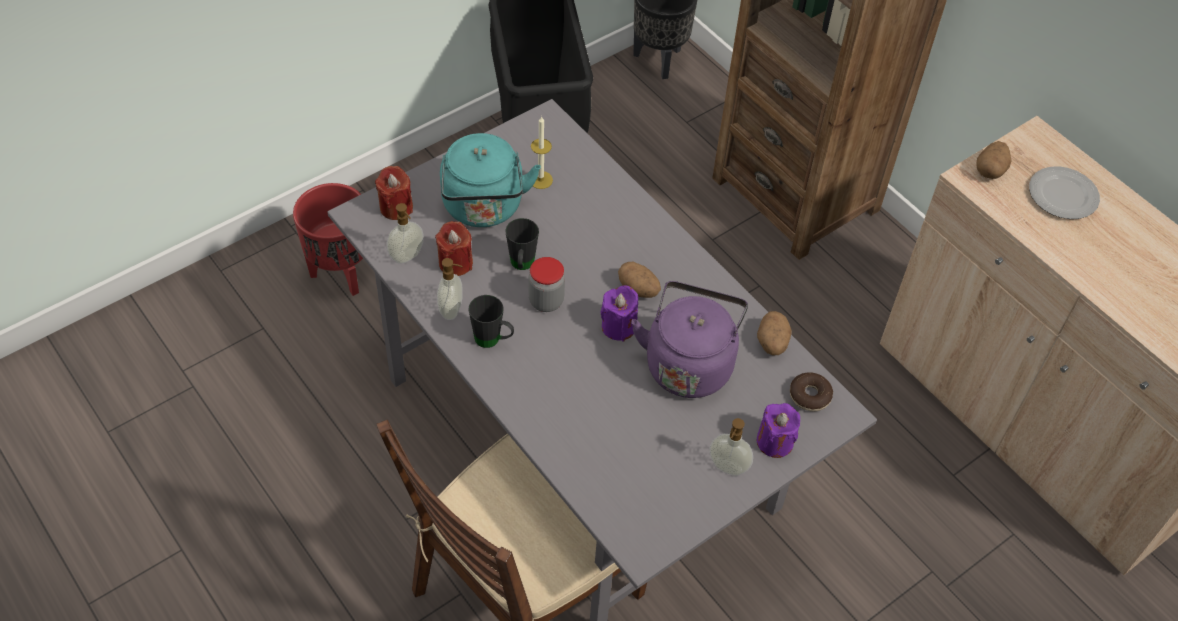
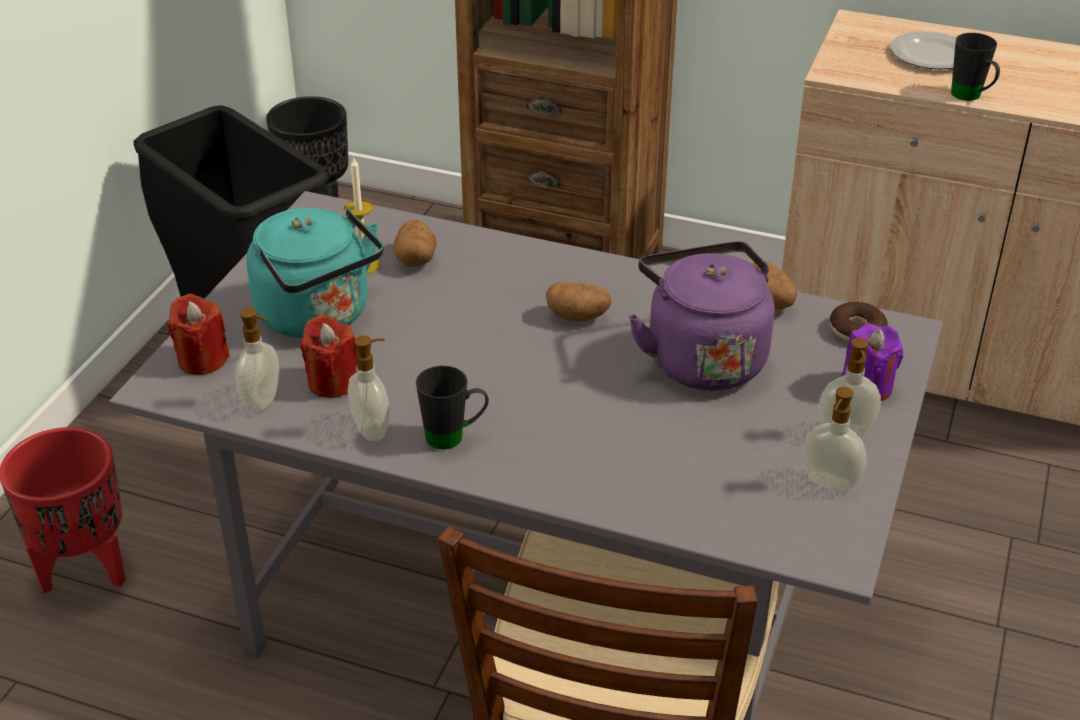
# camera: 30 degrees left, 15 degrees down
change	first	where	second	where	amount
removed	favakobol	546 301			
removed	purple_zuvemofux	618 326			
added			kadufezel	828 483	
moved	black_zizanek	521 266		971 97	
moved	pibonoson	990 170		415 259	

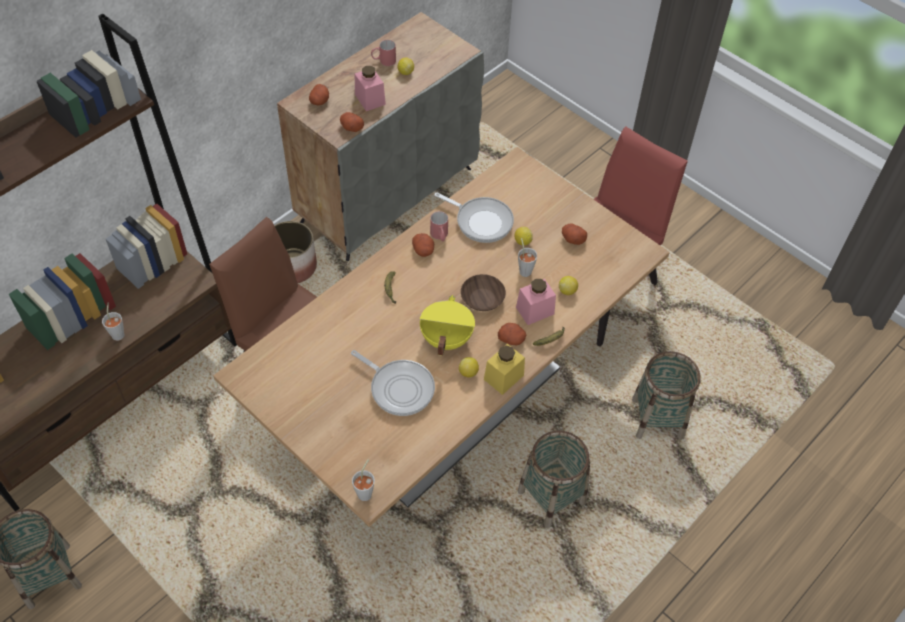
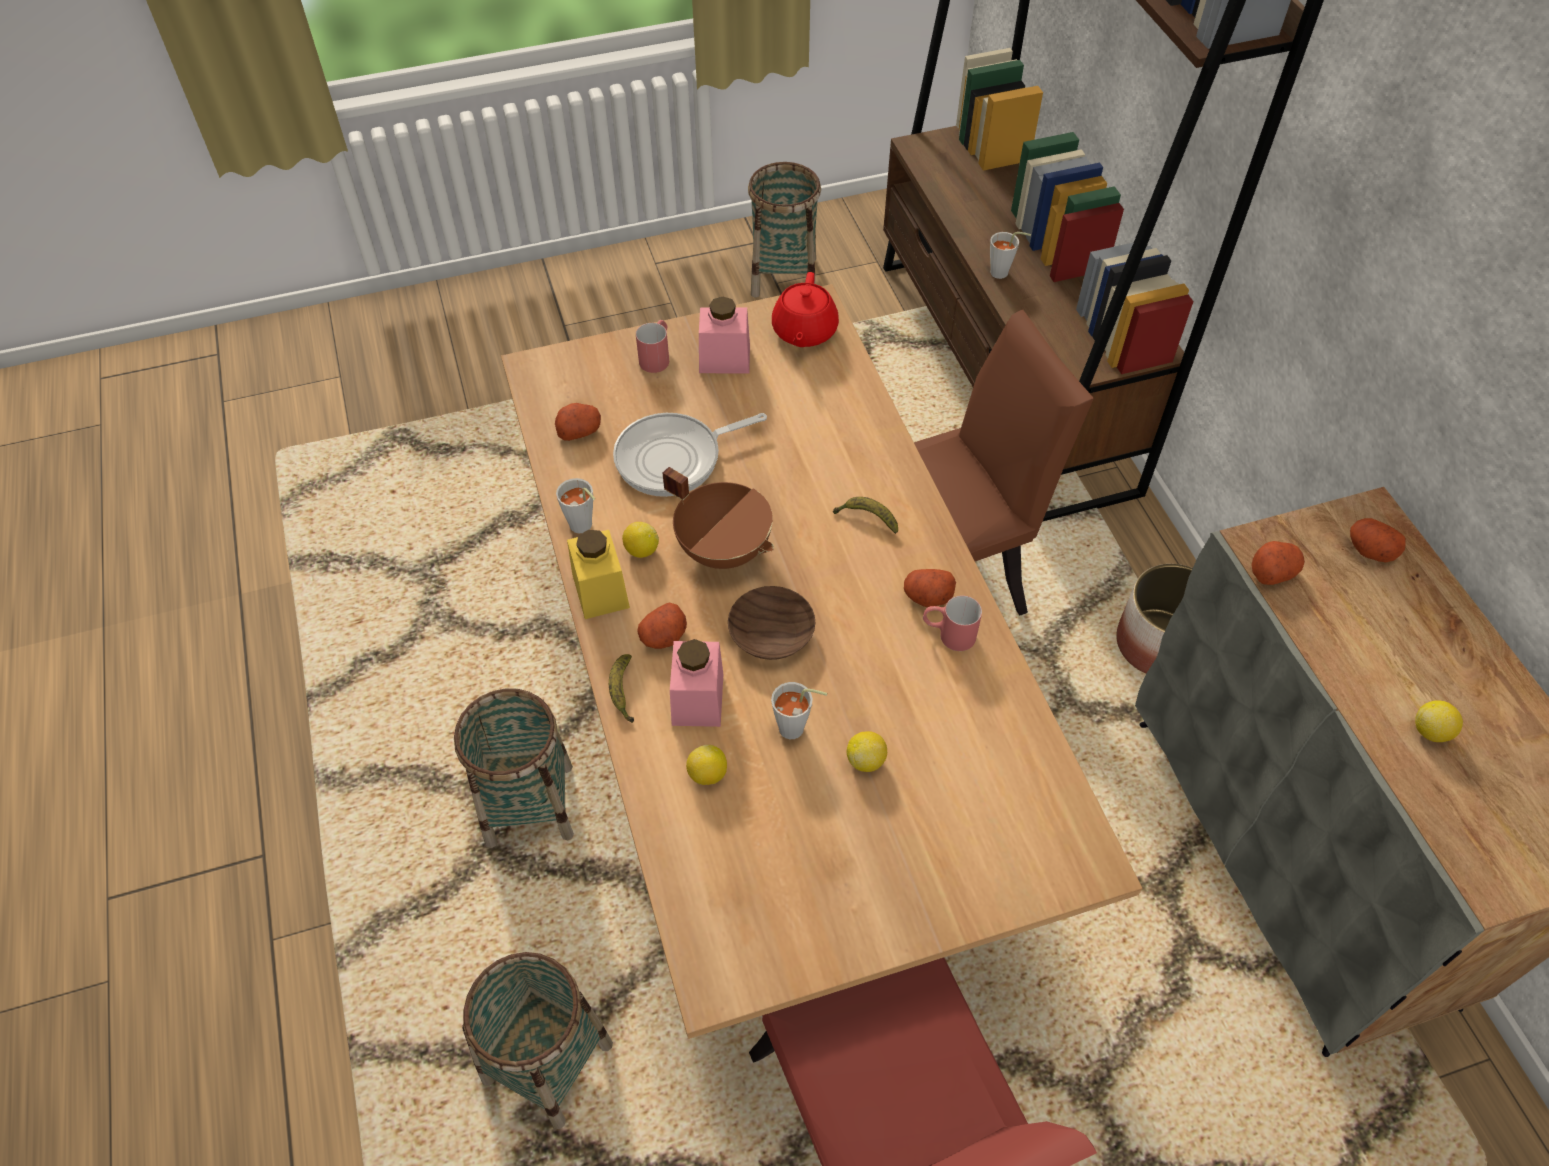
# camera: 120 degrees right, 0 degrees up
change	first	where	second	where	amount
removed	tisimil	481 221			
added			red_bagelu	804 332	
moved	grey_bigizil	366 492		583 528	
moved	pink_favakobol	370 99		724 359	
moved	red_zizanek	383 61		657 356	
moved	pibonoson	572 239		579 431	
recoloured	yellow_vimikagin	445 338	brown_vimikagin	724 548	

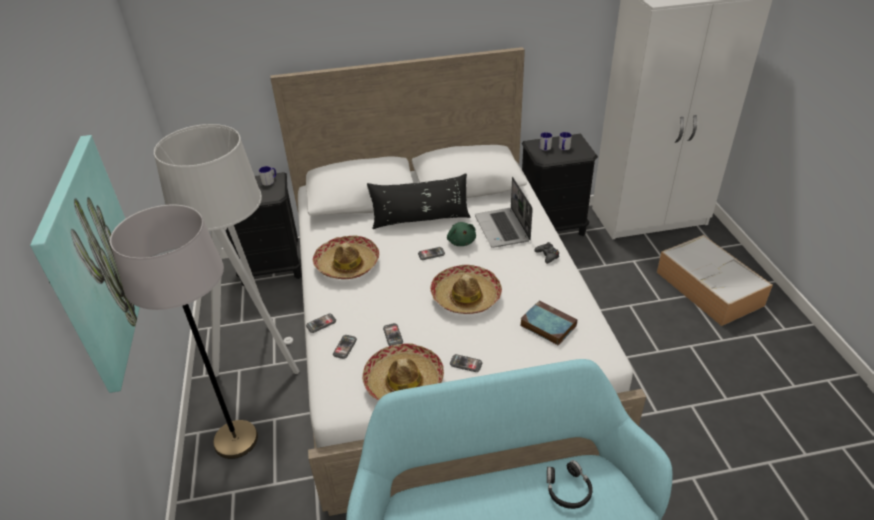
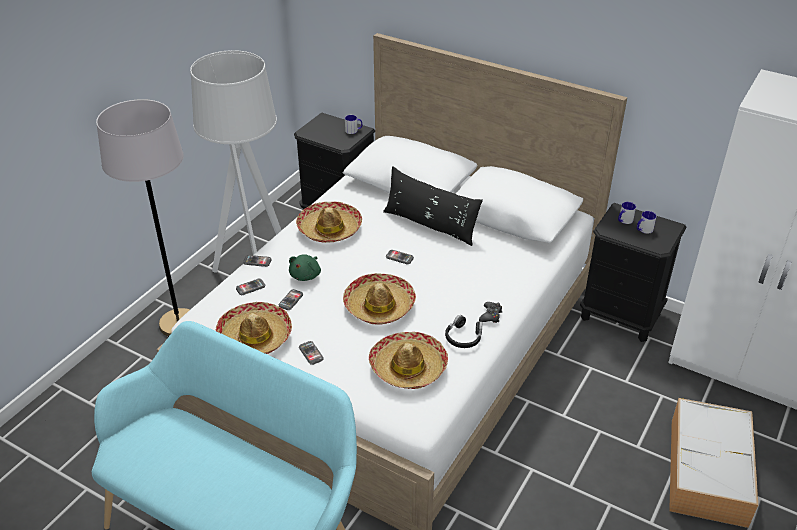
# camera: 40 degrees right, 0 degrees up
change	first	where	second	where	amount
removed	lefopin	92 262			
removed	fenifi	503 229			
moved	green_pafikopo	461 241		306 275	
moved	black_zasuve	568 489		463 337	
replaced	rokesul	546 325	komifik	408 367	

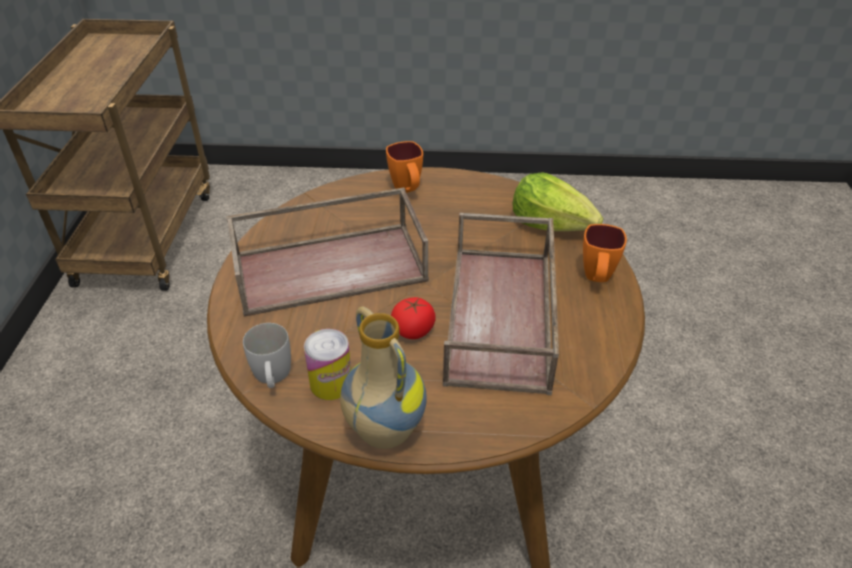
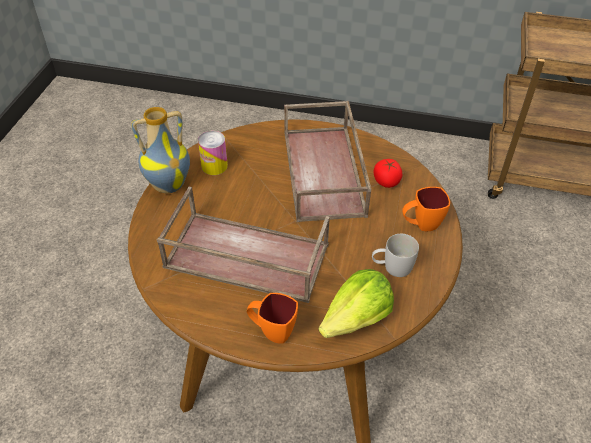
# camera: 100 degrees right, 5 degrees up
change	first	where	second	where	amount
moved	white_zizanek	272 377		392 267	
moved	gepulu	413 330		386 181	

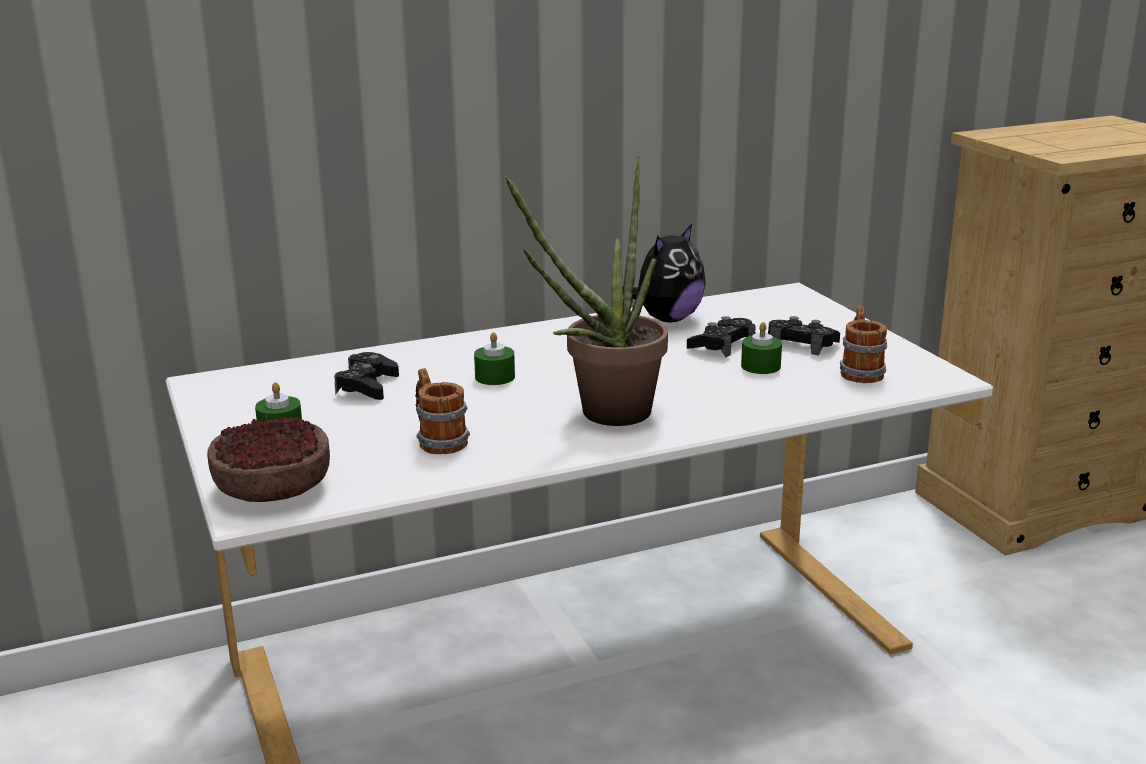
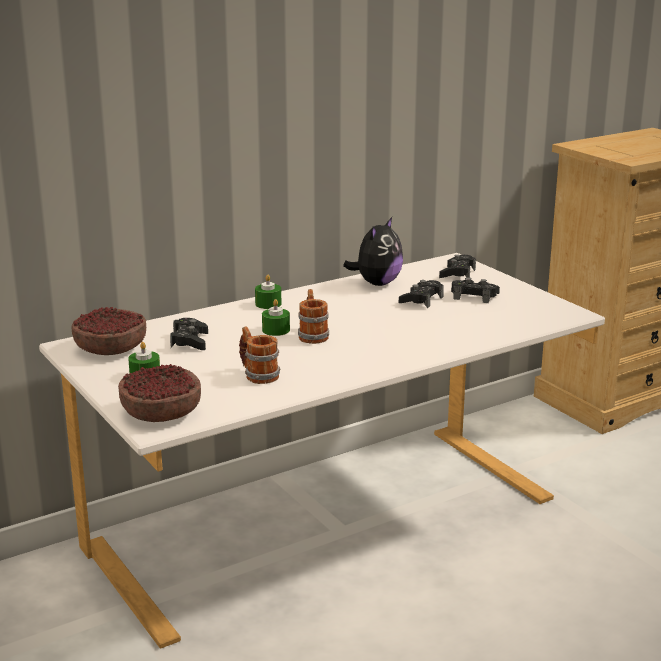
# camera: 10 degrees left, 0 degrees up
change	first	where	second	where	amount
removed	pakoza	603 415			
added			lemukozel	111 348	
added			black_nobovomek	457 273	
moved	green_zuvemofux	760 366		268 304	
moved	zizanek	860 371		312 335	

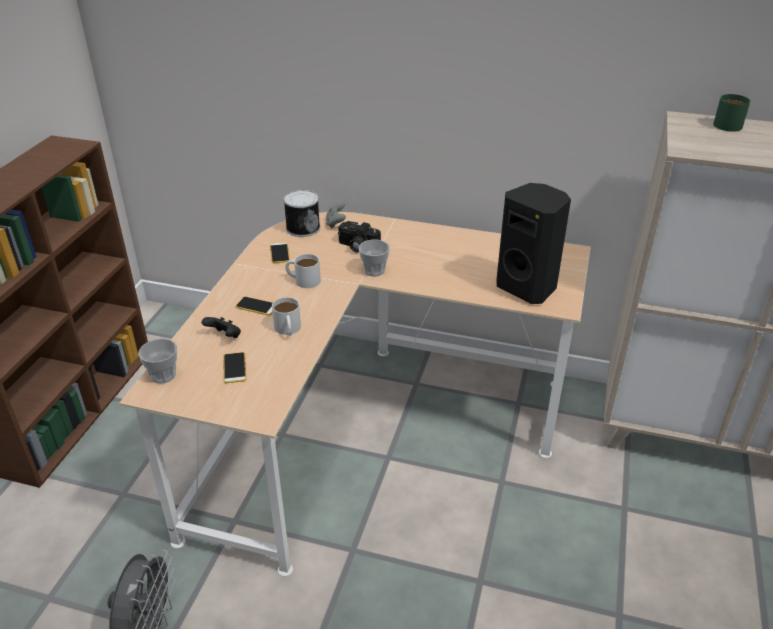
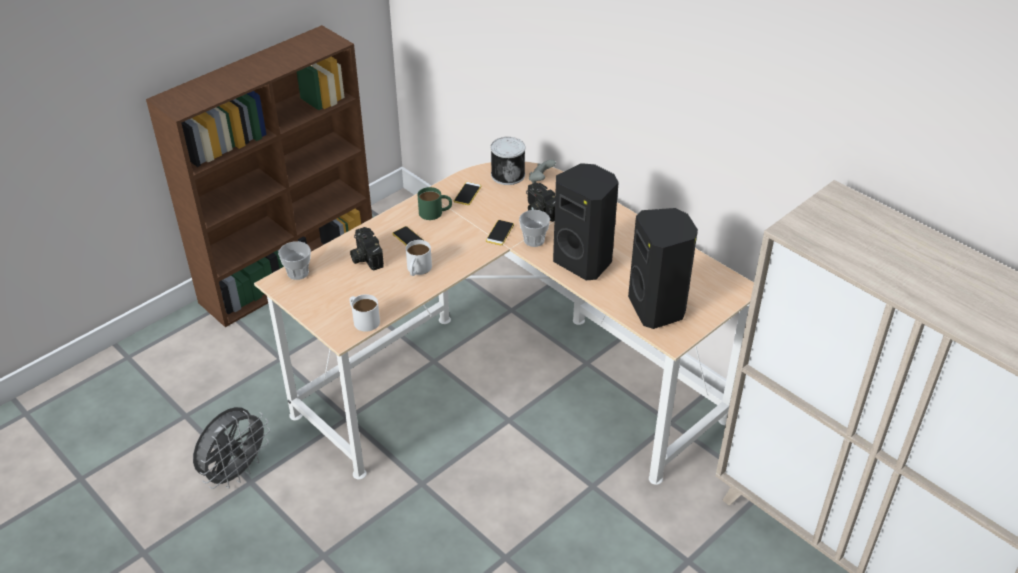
# camera: 30 degrees right, 5 degrees up
change	first	where	second	where	amount
added			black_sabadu	584 261	
moved	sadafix	234 368		500 233	
moved	white_zizanek	303 280		363 319	
moved	green_zizanek	731 124		435 212	
replaced	black_nobovomek	224 337	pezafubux	365 257	

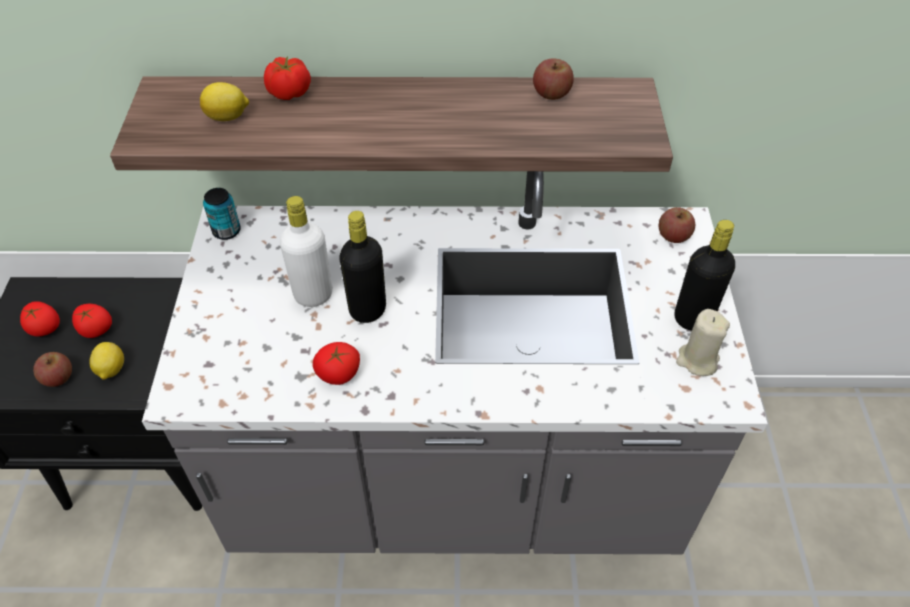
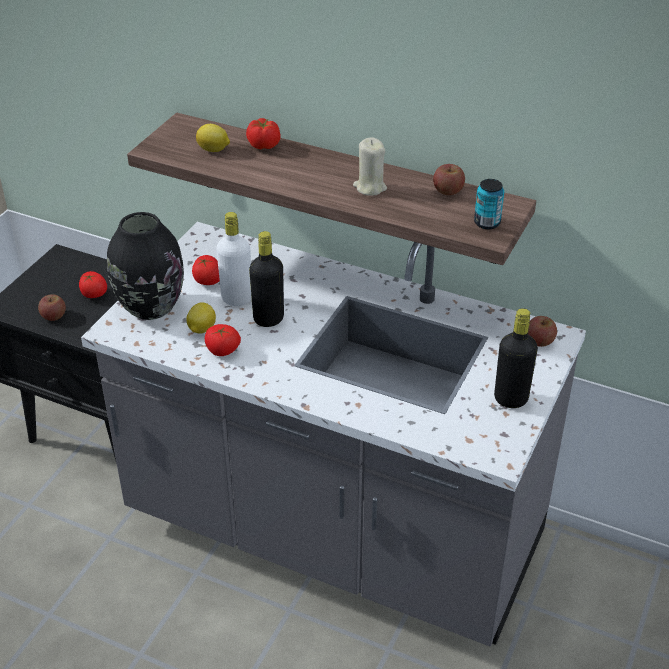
# camera: 25 degrees right, 10 degrees down
change	first	where	second	where	amount
added			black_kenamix	150 307	
moved	gepulu	45 328		208 281	
moved	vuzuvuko	111 370		201 329	
moved	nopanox	226 231		487 223	
moved	beige_zuvemofux	697 360		370 187	

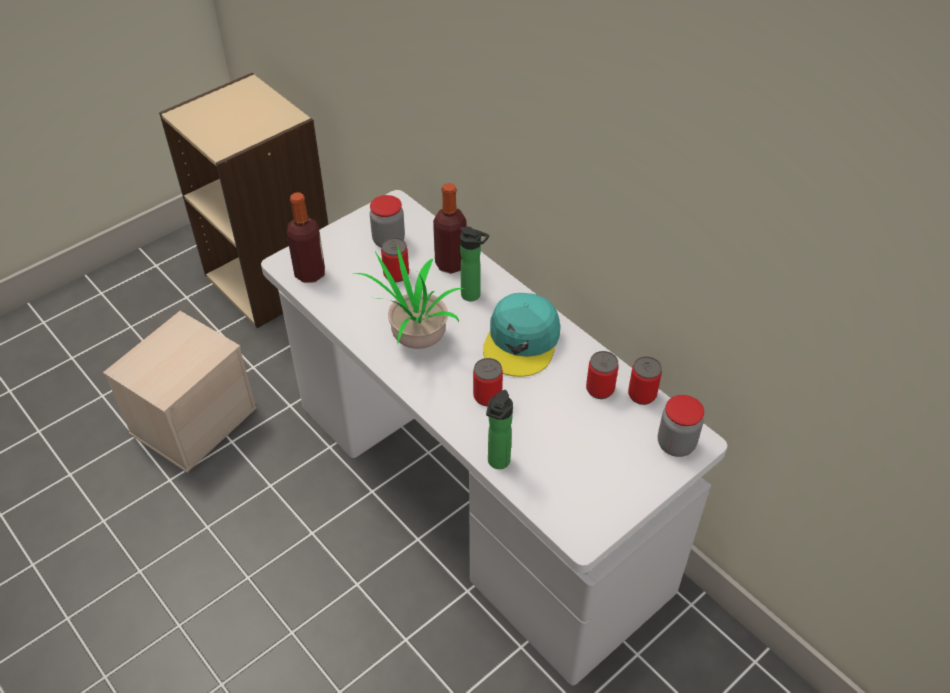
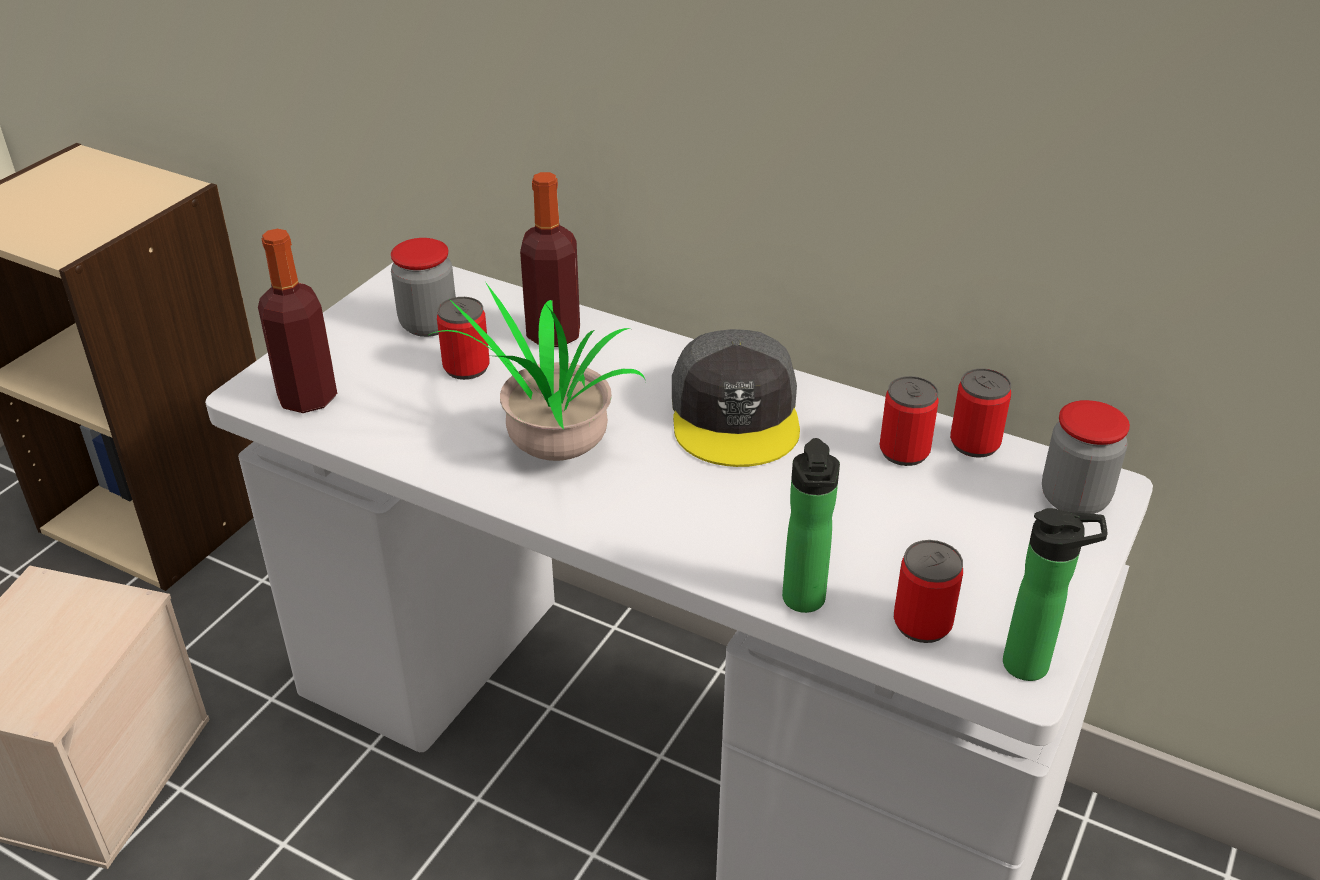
# camera: 20 degrees left, 10 degrees down
change	first	where	second	where	amount
moved	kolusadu	473 296		1033 665	
moved	nopanox	487 396		922 624	
recoloured	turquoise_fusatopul	522 341	grey_fusatopul	735 414	

